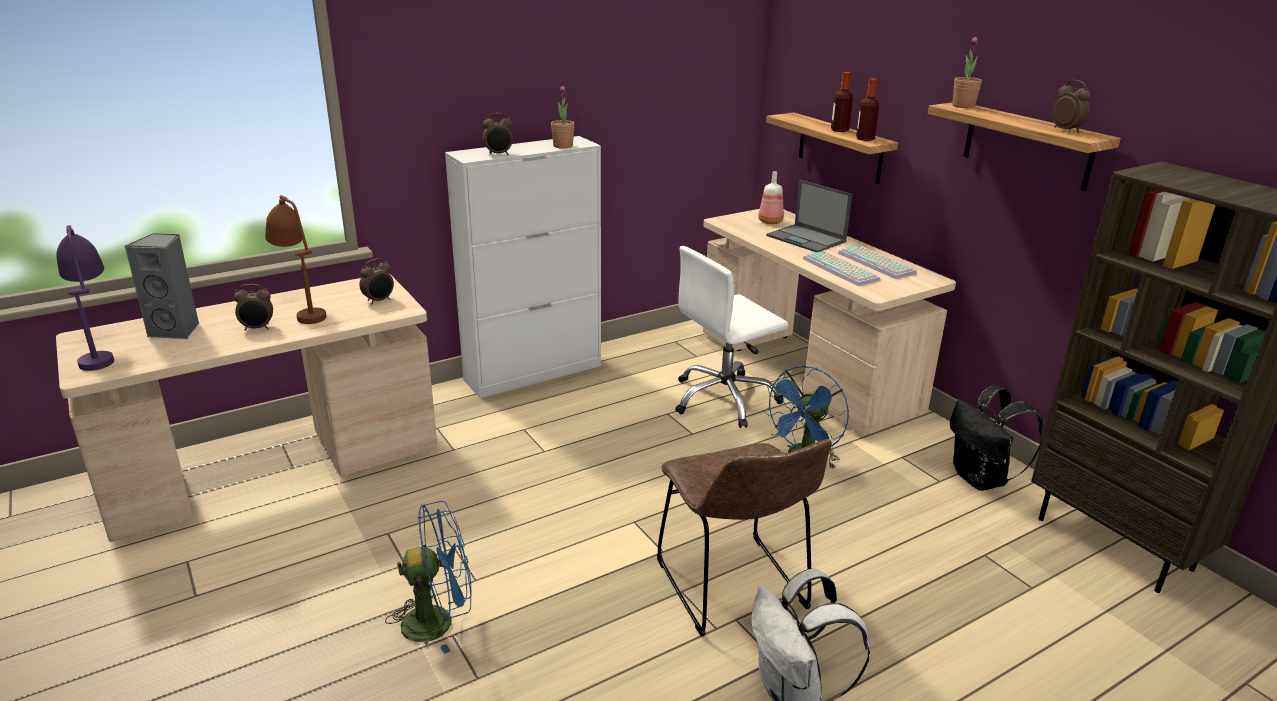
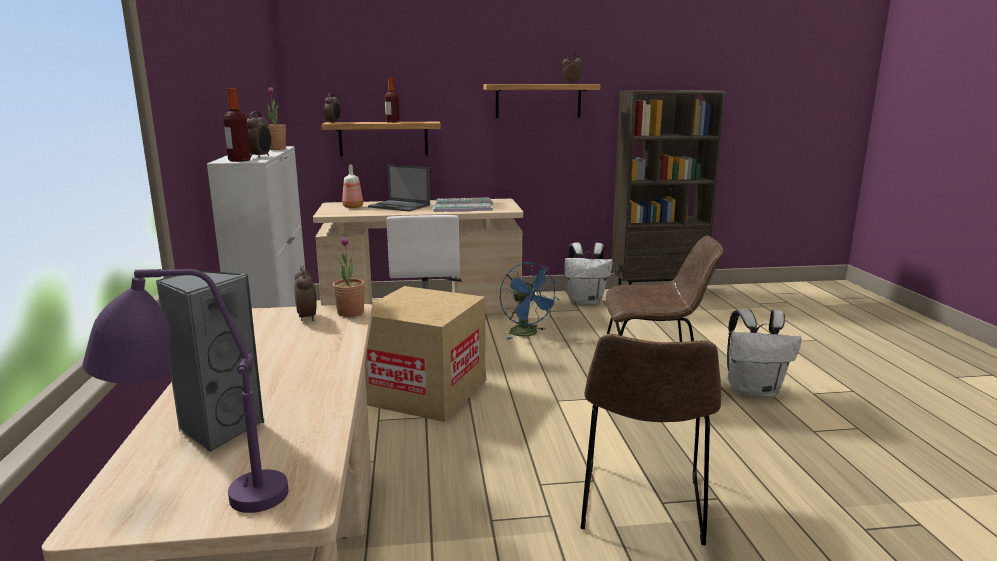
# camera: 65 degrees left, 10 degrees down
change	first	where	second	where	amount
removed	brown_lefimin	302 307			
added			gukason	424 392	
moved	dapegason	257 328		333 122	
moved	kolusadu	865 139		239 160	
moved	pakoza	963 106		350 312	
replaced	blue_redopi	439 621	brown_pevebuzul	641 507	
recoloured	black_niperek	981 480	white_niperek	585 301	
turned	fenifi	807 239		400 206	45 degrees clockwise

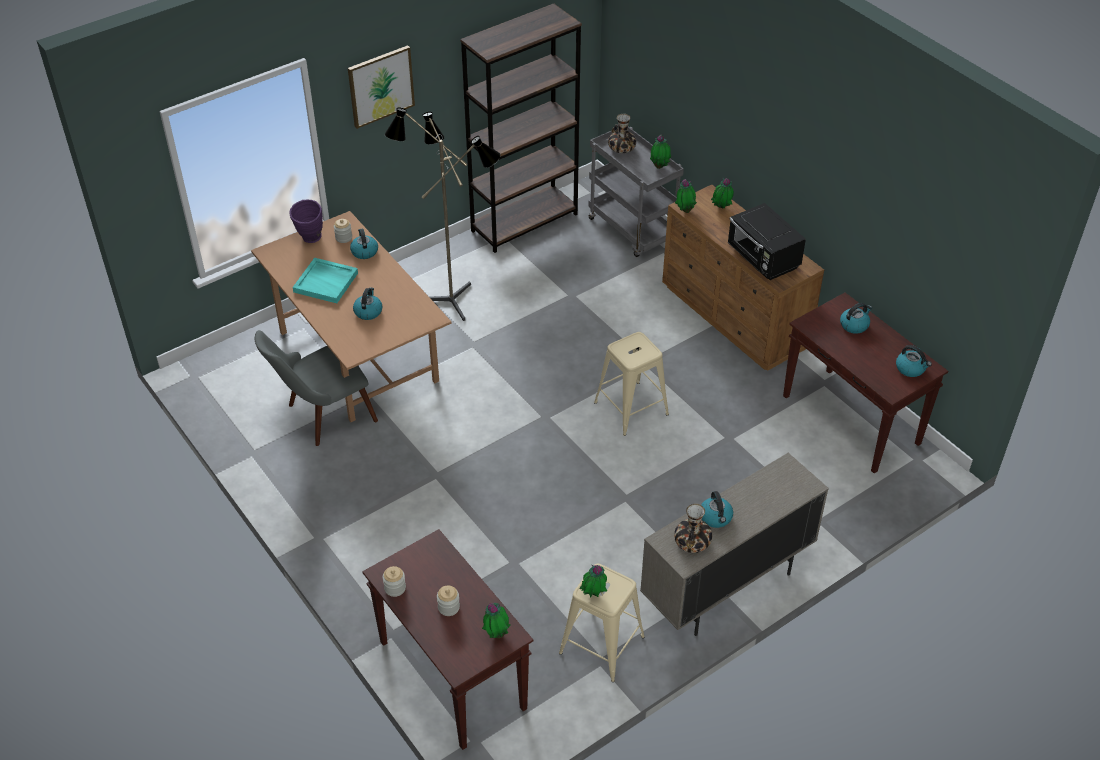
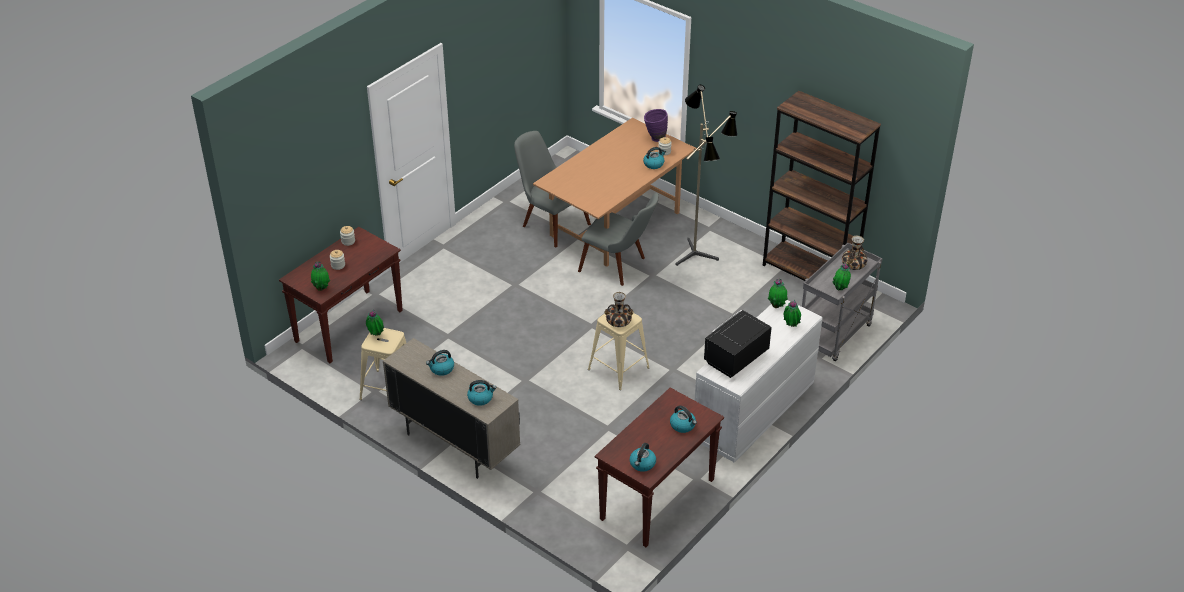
# camera: 75 degrees right, 5 degrees down
change	first	where	second	where	amount
removed	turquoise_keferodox	326 282			
removed	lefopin	381 86			
added			grey_pevebuzul	620 266	
moved	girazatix	368 311		481 398	
moved	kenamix	692 542		618 321	
recoloured	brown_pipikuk	734 317	white_pipikuk	753 413	

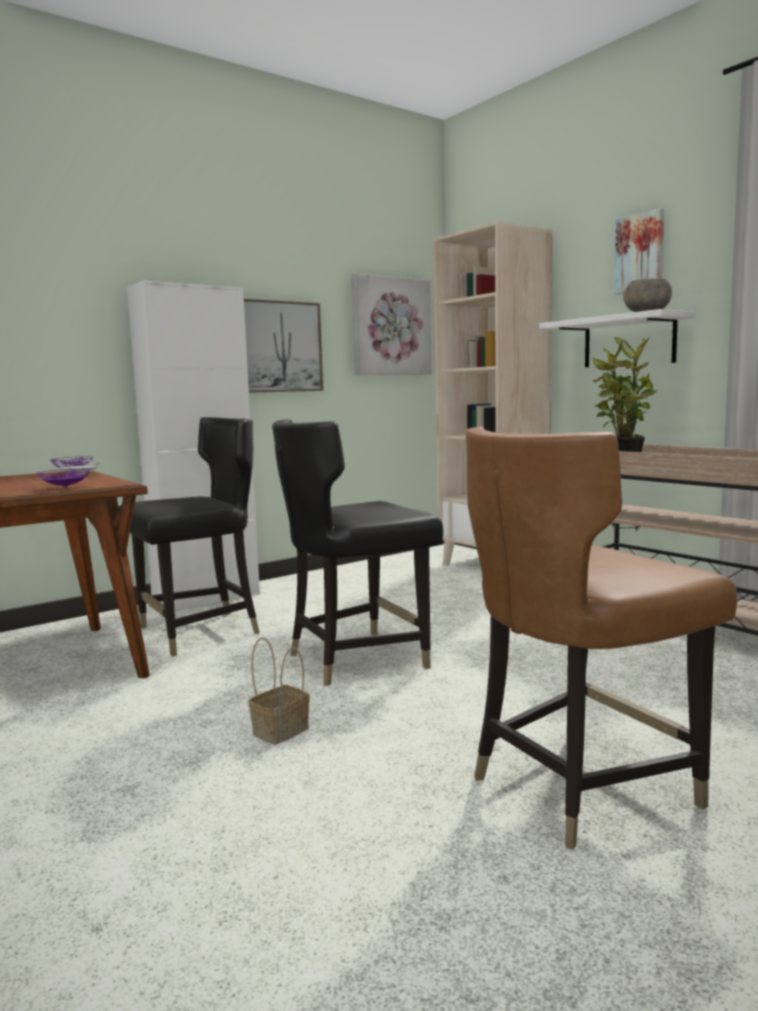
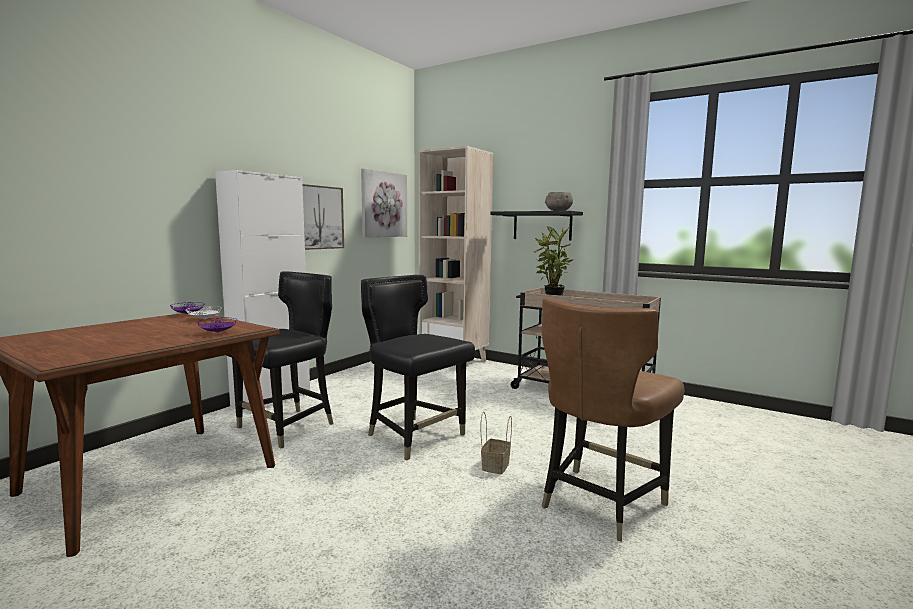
# camera: 20 degrees left, 0 degrees up
change	first	where	second	where	amount
removed	lefopin	640 253			
moved	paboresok	281 730		495 465	
recoloured	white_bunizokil	629 342	black_bunizokil	542 226	
turned	black_pevebuzul	356 659		415 436	90 degrees clockwise

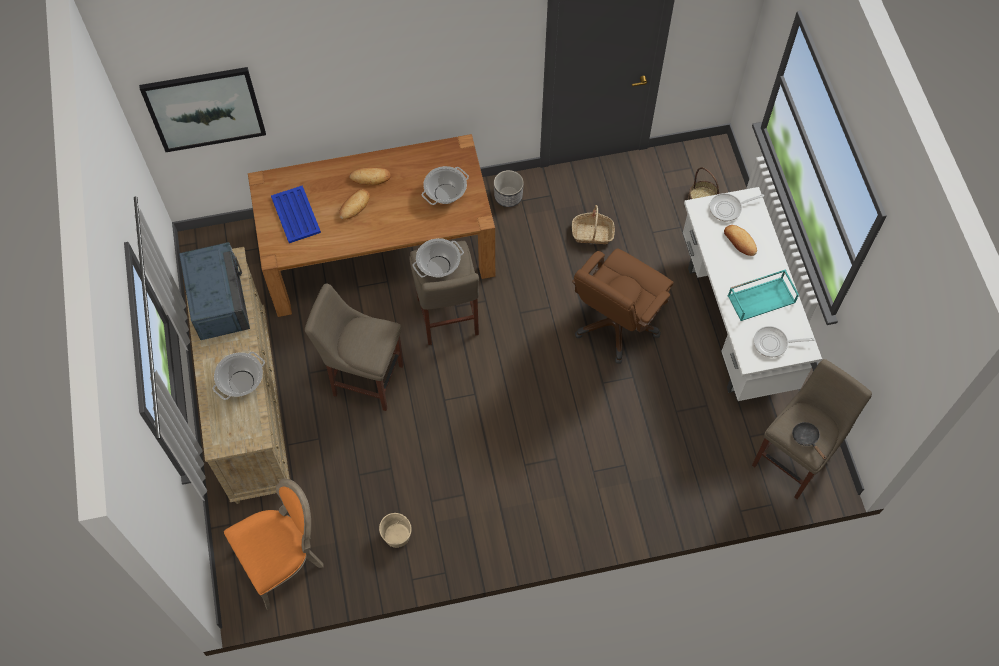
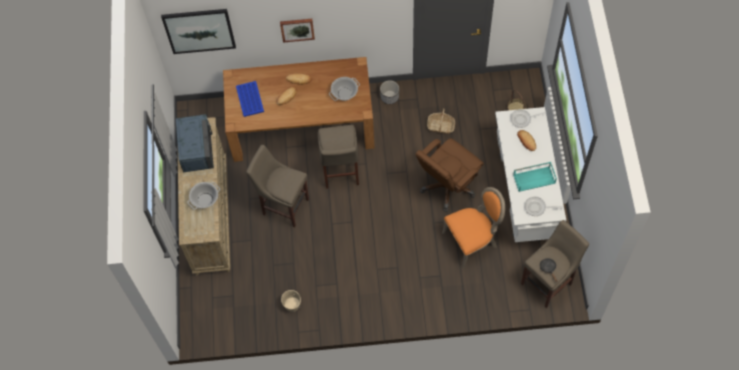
# camera: 10 degrees right, 0 degrees up
change	first	where	second	where	amount
removed	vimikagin	438 266			
added			lefopin	297 29	
moved	orange_pevebuzul	283 559		472 240	

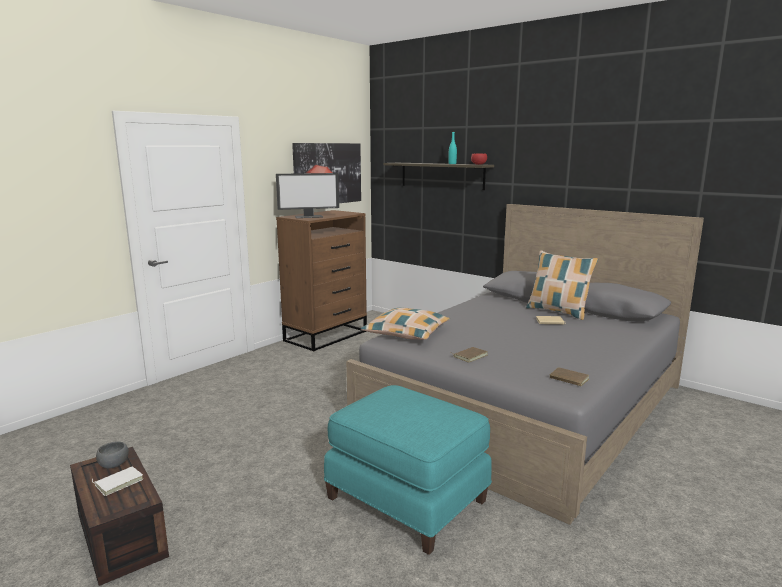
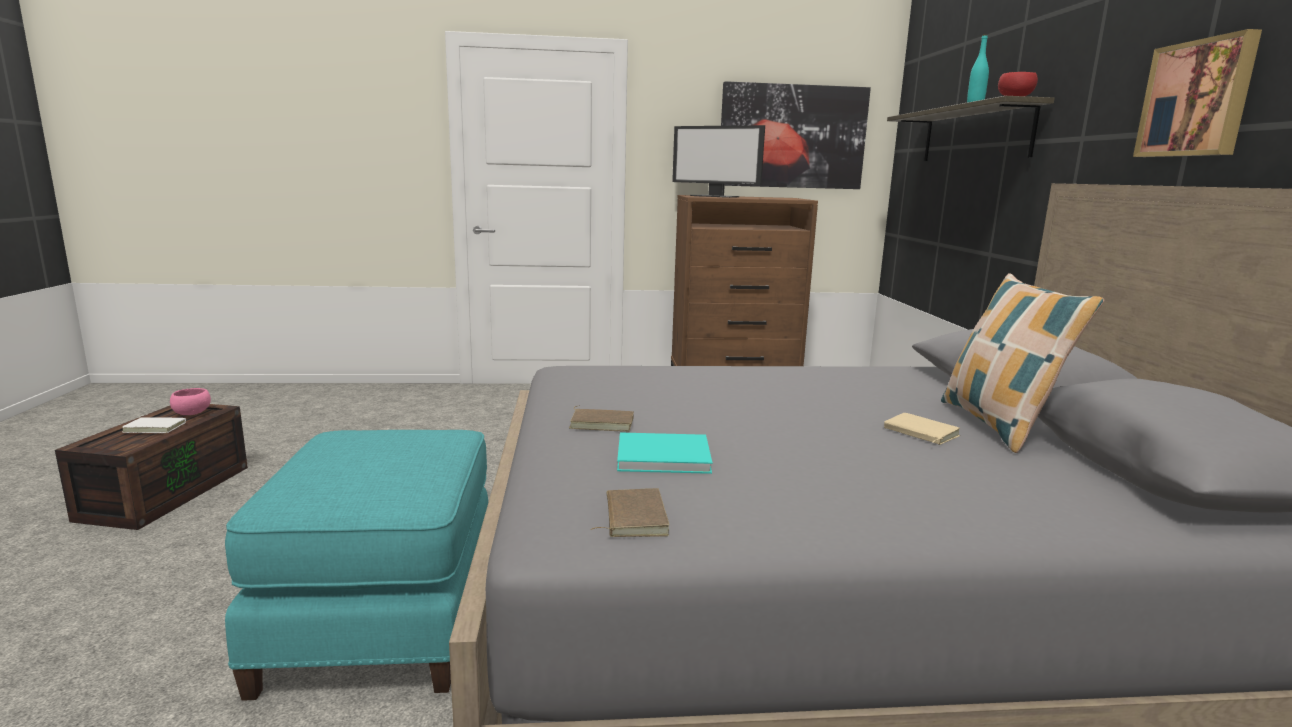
# camera: 45 degrees right, 0 degrees up
change	first	where	second	where	amount
removed	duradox	406 333			
added			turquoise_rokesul	666 457	
added			lefopin	1197 99	
recoloured	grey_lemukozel	114 464	pink_lemukozel	193 413	

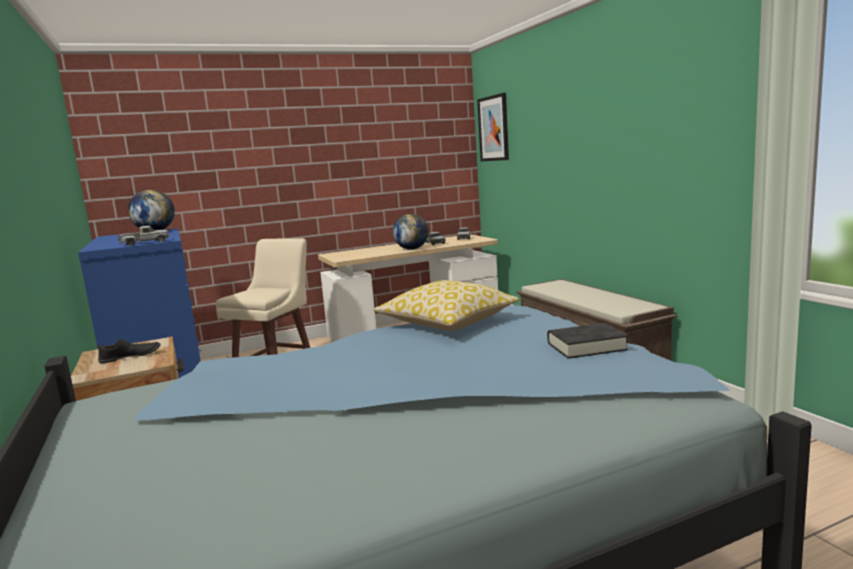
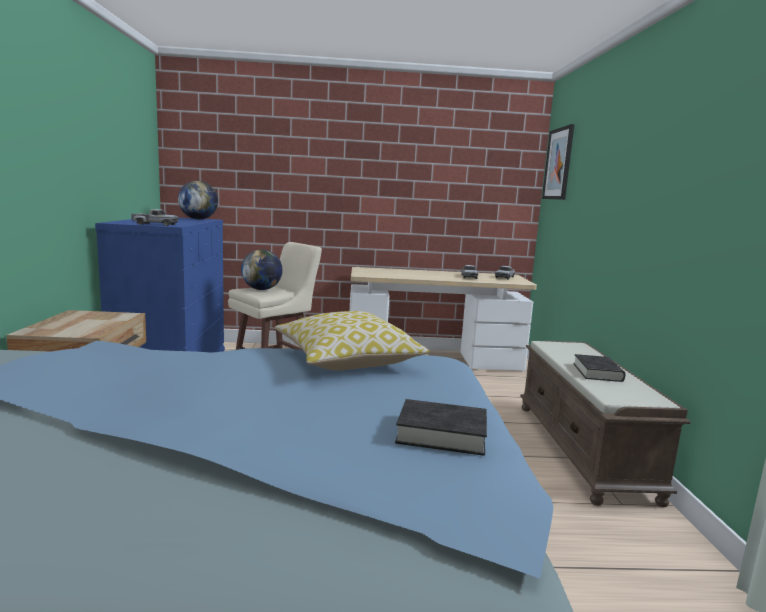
# camera: 20 degrees right, 0 degrees up
change	first	where	second	where	amount
removed	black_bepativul	130 356			
added			black_rokesul	597 372	
moved	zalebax	412 249		261 289	

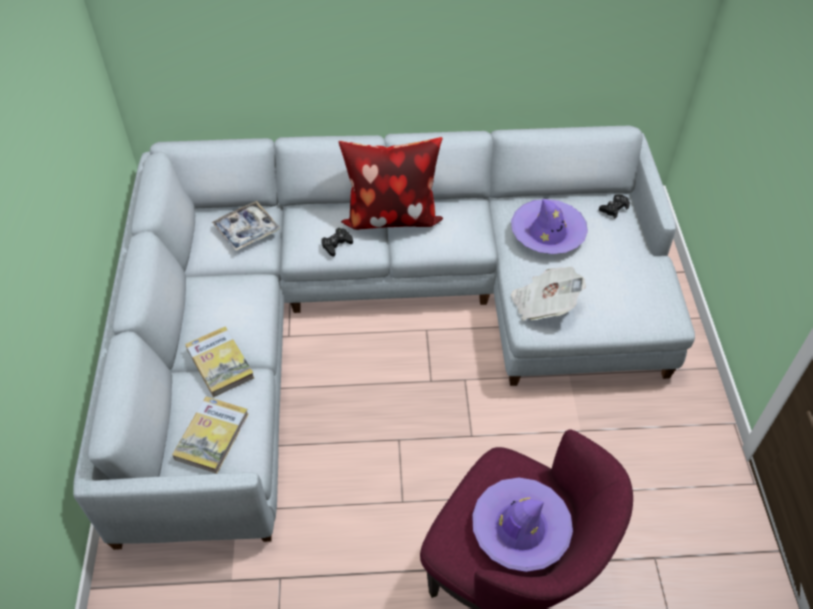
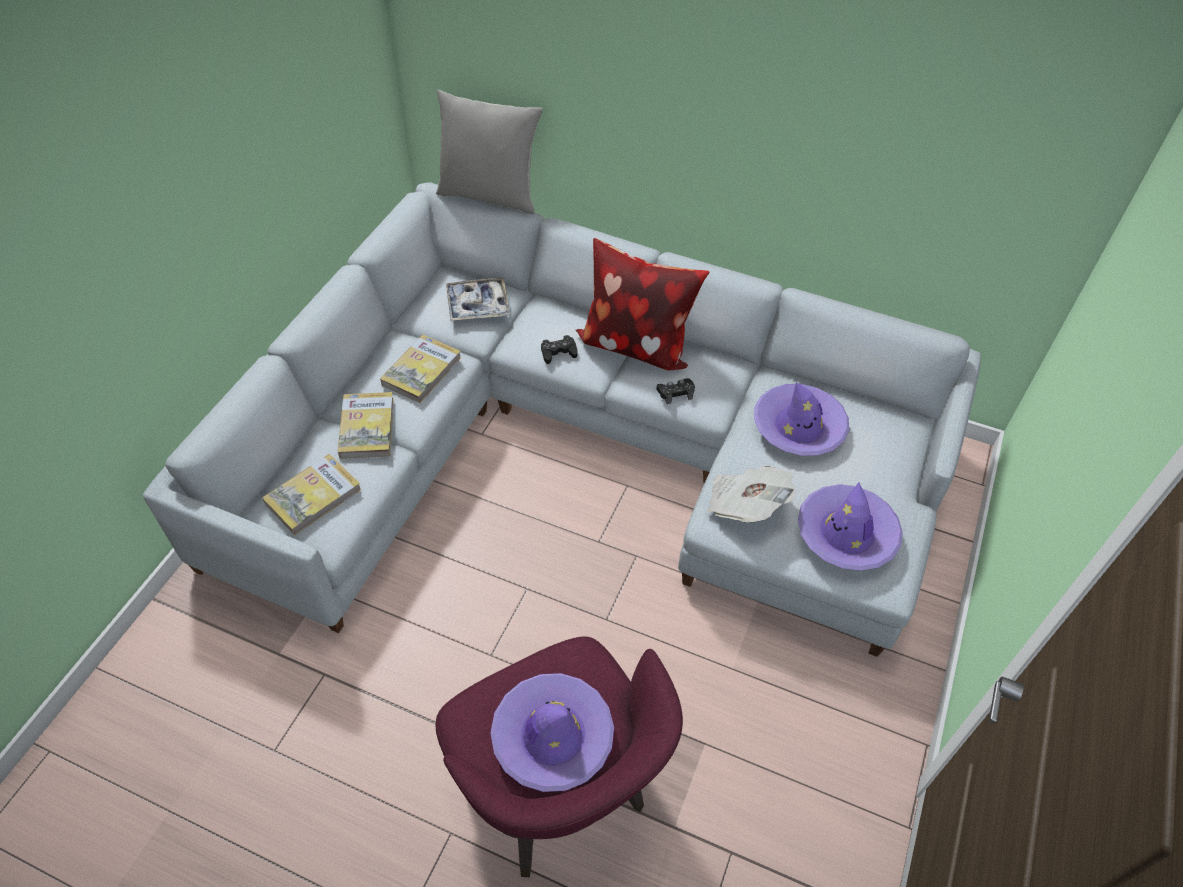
# camera: 25 degrees right, 0 degrees up
change	first	where	second	where	amount
added			rokesul	421 371	
added			grey_duradox	489 196	
added			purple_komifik	846 534	
moved	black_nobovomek	614 208		675 393	

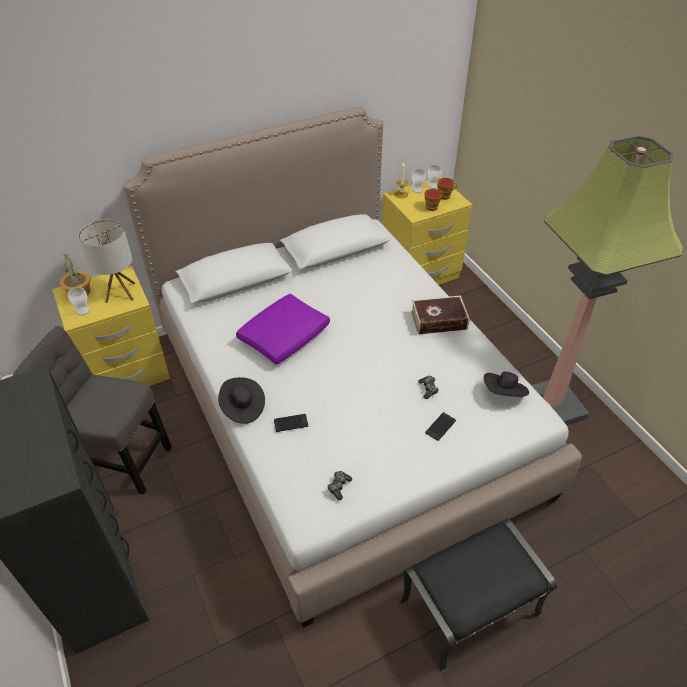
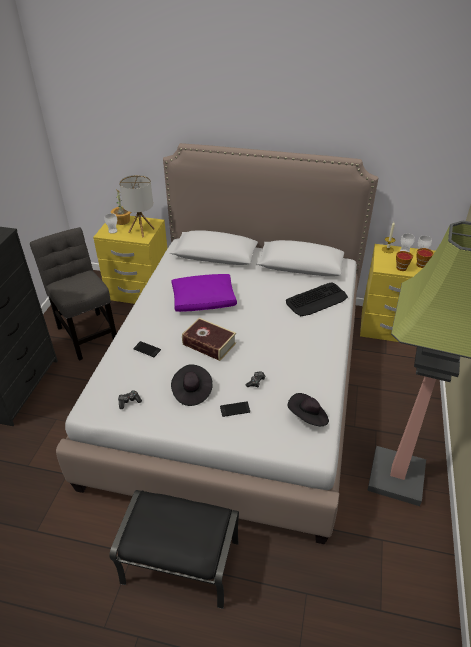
# camera: 40 degrees right, 5 degrees down
change	first	where	second	where	amount
added			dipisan	317 300	
moved	black_komifik	242 407		192 391	
moved	rokesul	438 320		209 344	

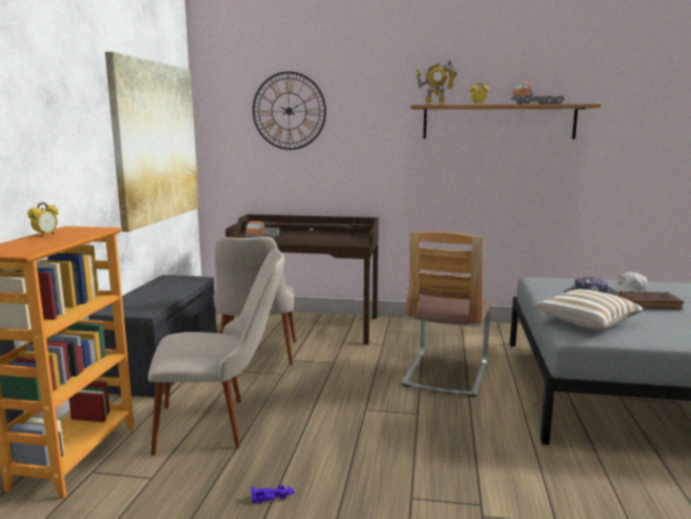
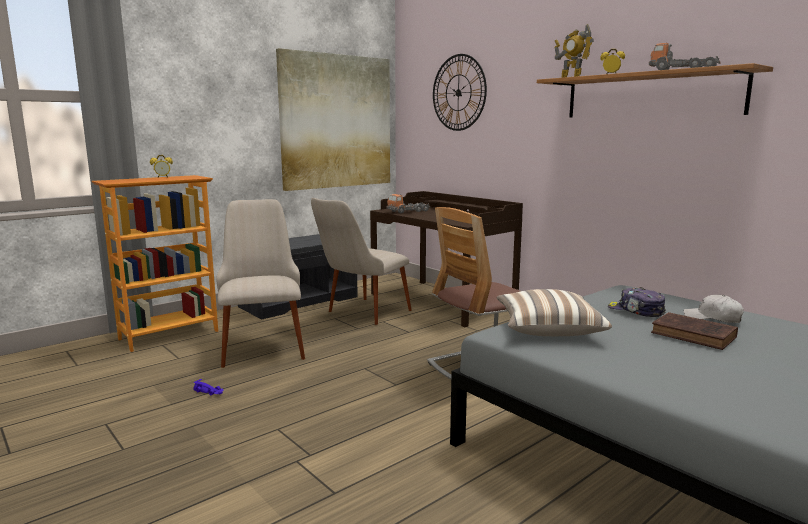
# camera: 40 degrees right, 0 degrees up
change	first	where	second	where	amount
turned	beige_pevebuzul	220 424		262 344	135 degrees counterclockwise

